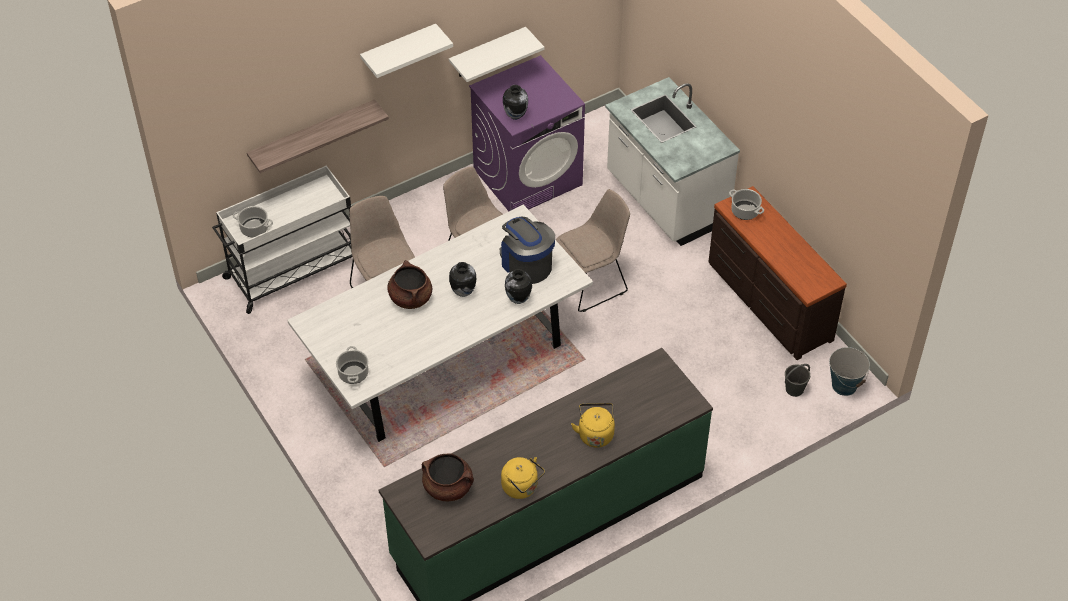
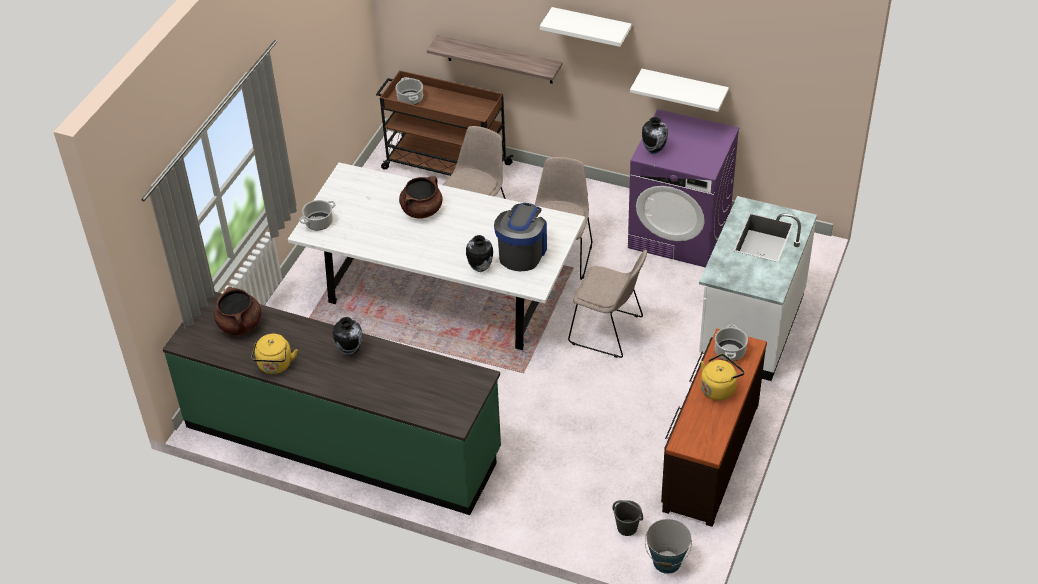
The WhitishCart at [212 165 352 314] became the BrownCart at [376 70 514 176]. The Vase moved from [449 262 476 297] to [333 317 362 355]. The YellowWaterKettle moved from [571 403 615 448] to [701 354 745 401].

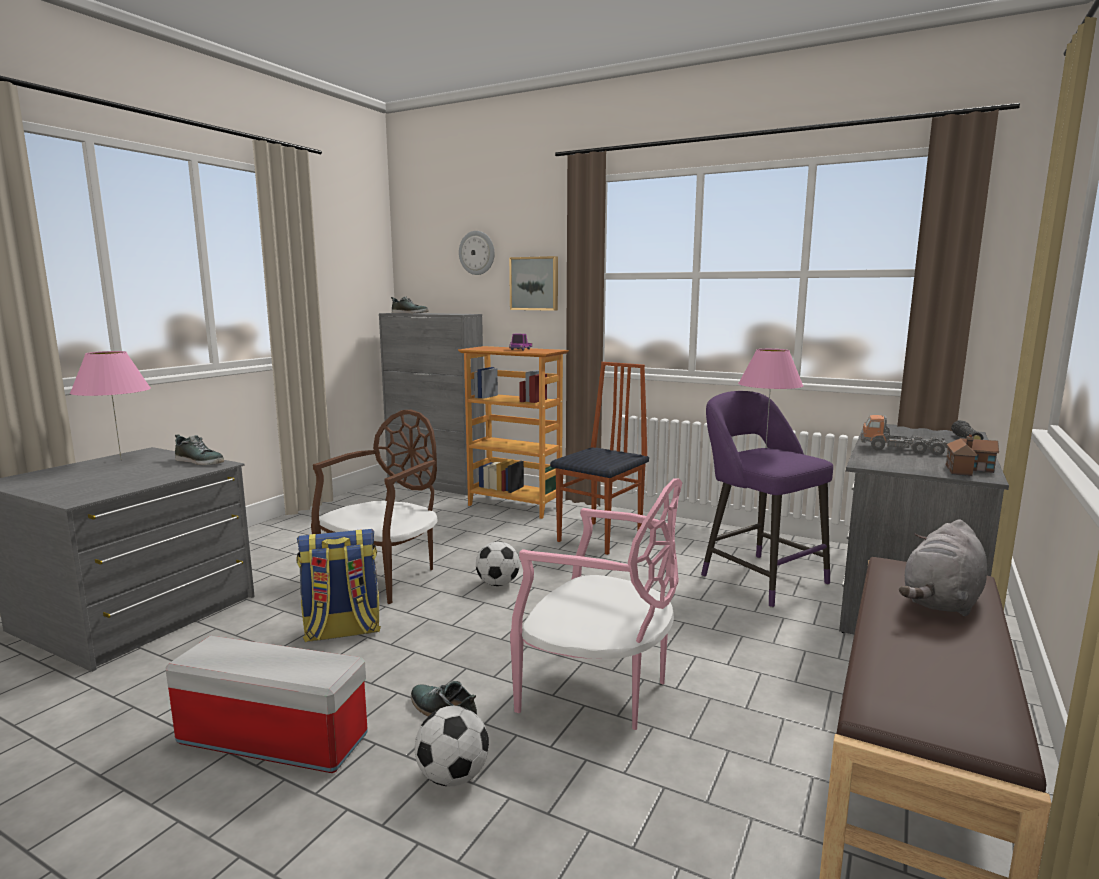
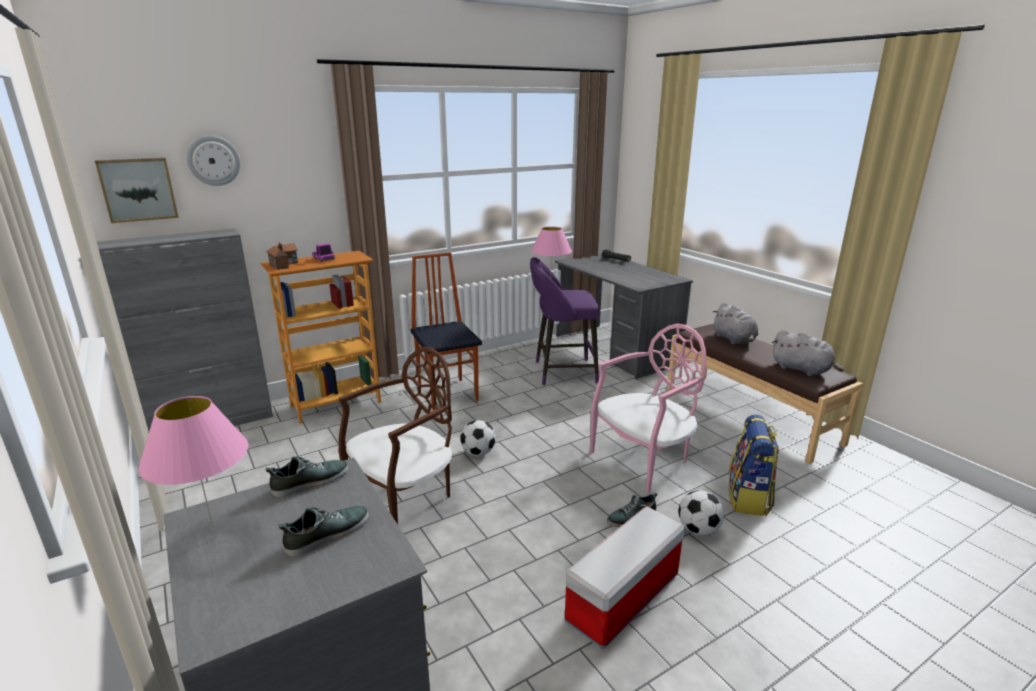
The WallArt moved from [509 256 558 311] to [95 158 179 223]. The Shoe moved from [391 296 428 314] to [278 506 369 557]. The BrownChair at [311 410 438 604] turned 75 degrees clockwise. The ToyTruck at [861 415 948 455] disappeared. The ToyHouse moved from [946 434 999 476] to [266 243 298 270]. The Backpack moved from [296 529 381 642] to [729 415 779 516]. The GreyPlushToy at [772 330 844 376] appeared.

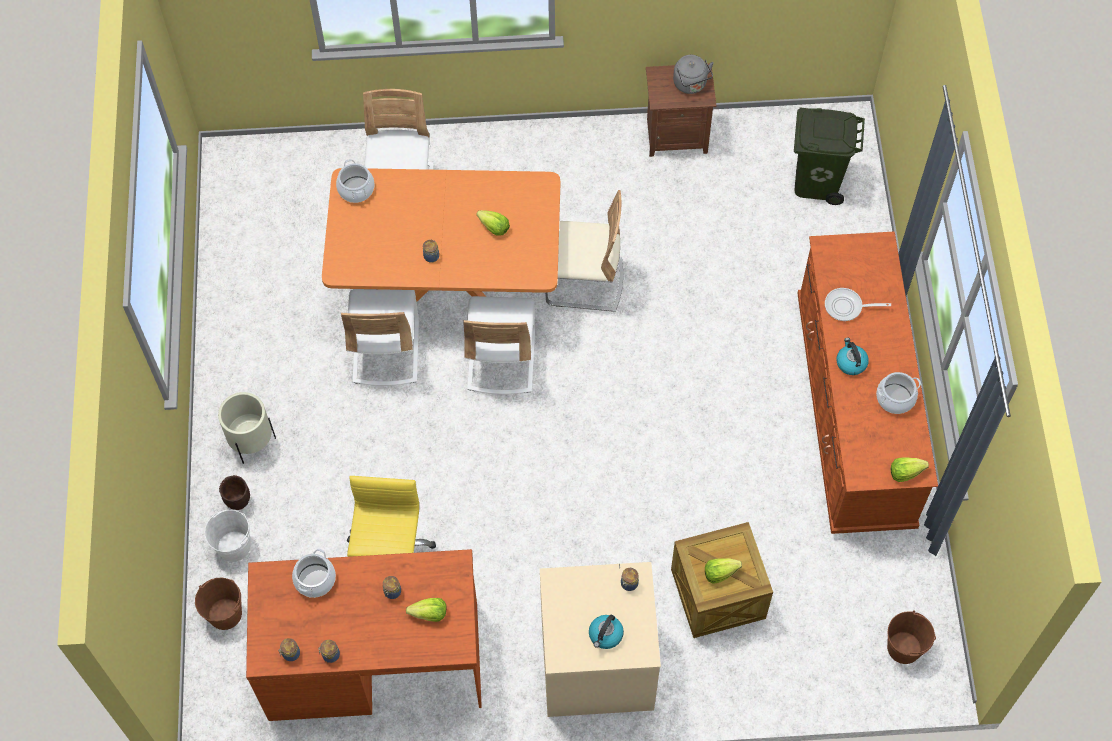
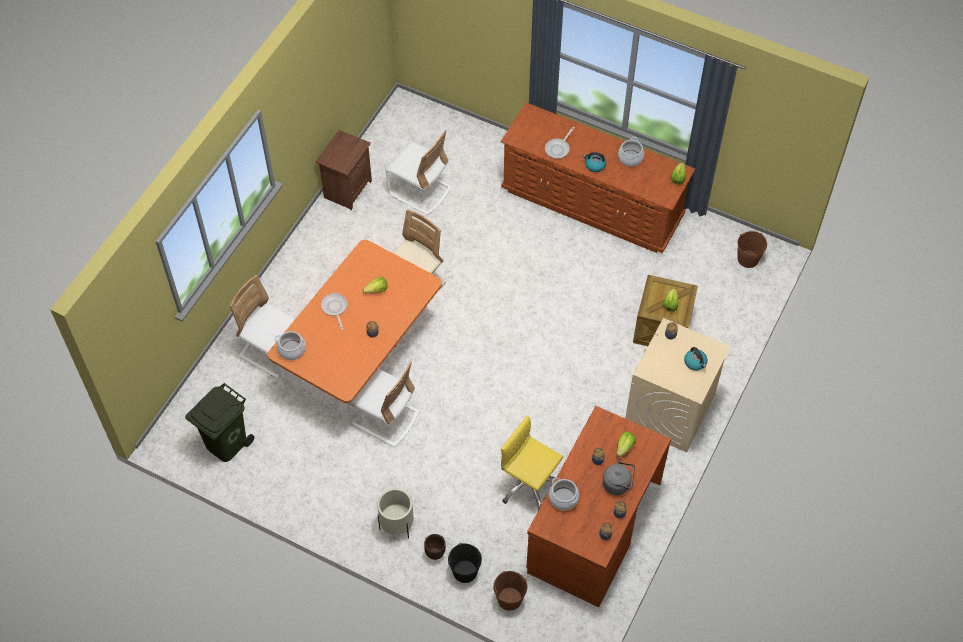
The GreyWaterKettle moved from [673 55 714 94] to [603 459 635 495]. The GreenRubbishBin moved from [794 108 865 205] to [185 383 254 462]. The WhitishChair moved from [463 296 535 394] to [385 130 451 215]. The WhitishWaterBucket at [204 510 251 562] became the BlackColouredWaterBucket at [448 543 482 583]. The FryingPan at [321 293 347 330] appeared.

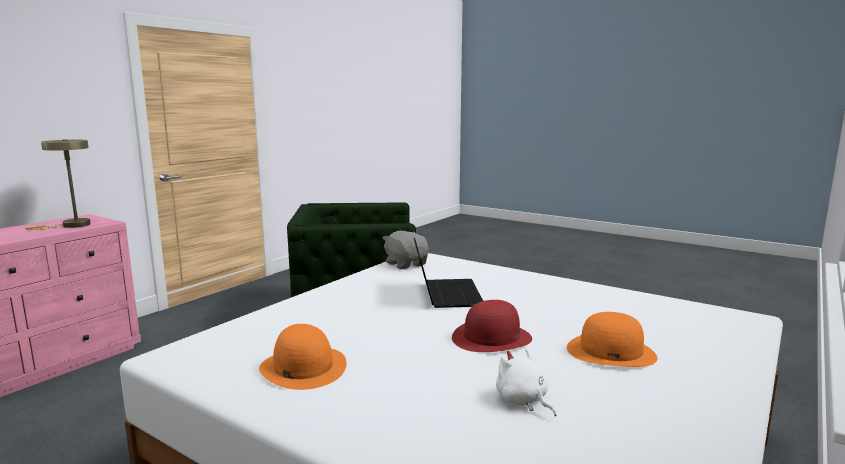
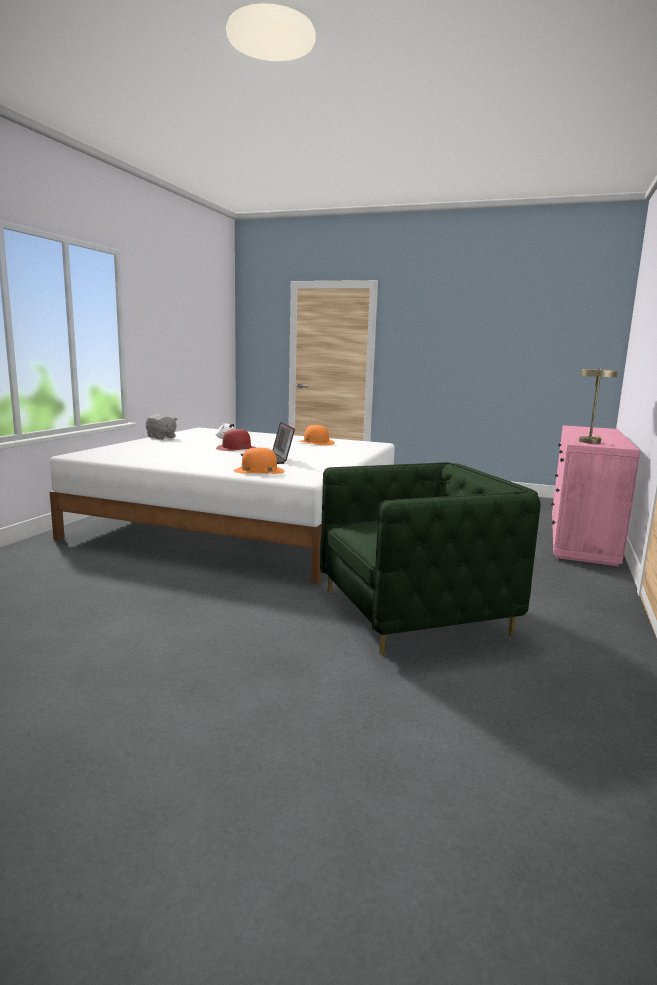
The GreyPlushToy moved from [383 231 429 269] to [146 414 177 439]. The OrangeHat moved from [567 312 657 367] to [234 448 285 474].

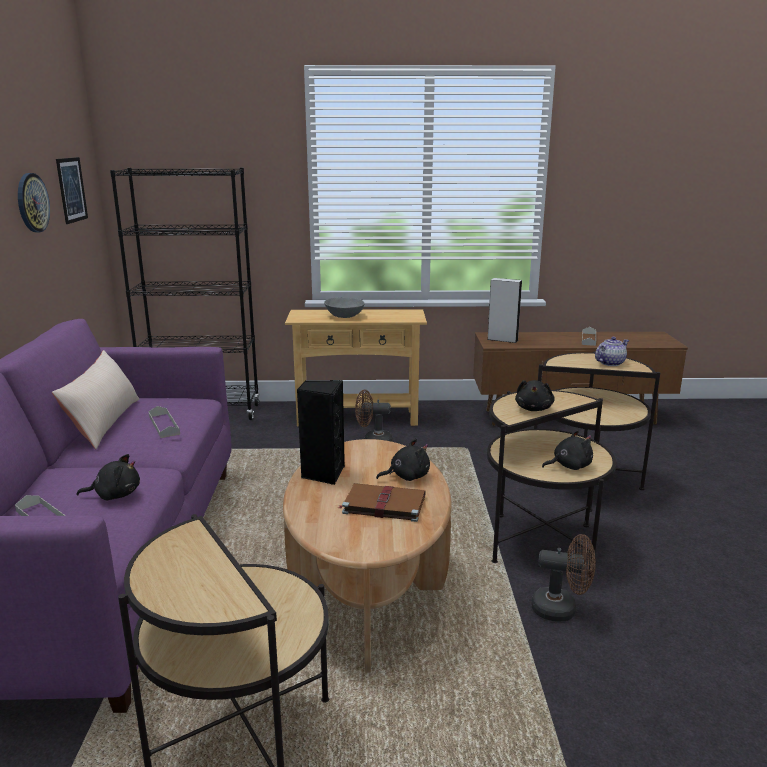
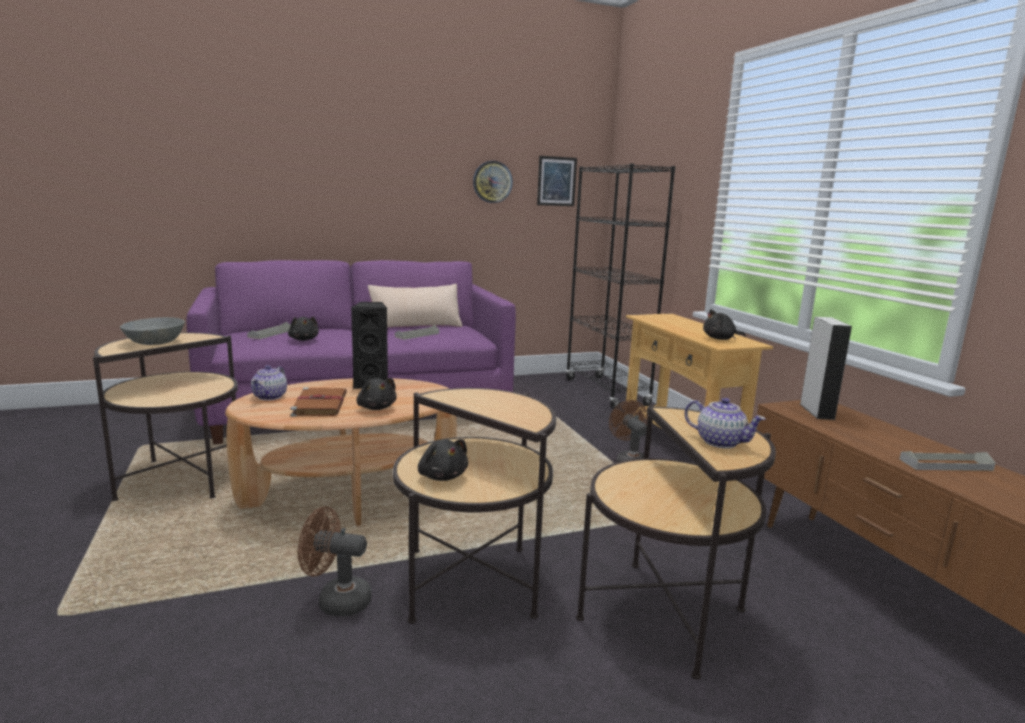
The GreyServingBowl moved from [324 297 365 318] to [120 317 185 345]. The BlackColouredPlushToy moved from [515 380 555 411] to [703 309 746 340]. The BrownFan at [532 534 596 622] turned 105 degrees clockwise. The TeaPot at [251 365 287 400] appeared.

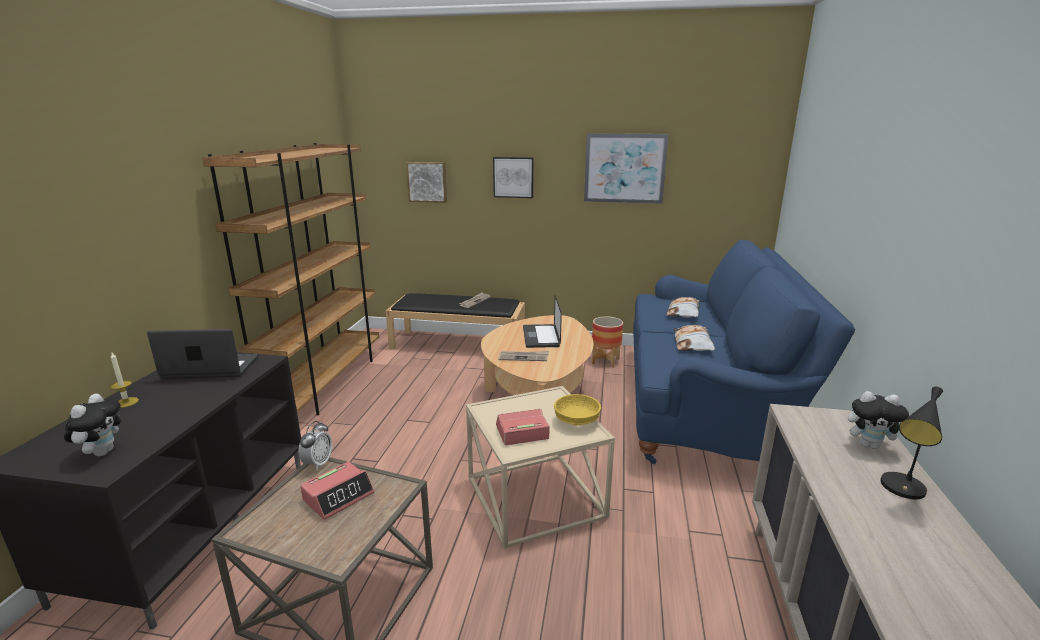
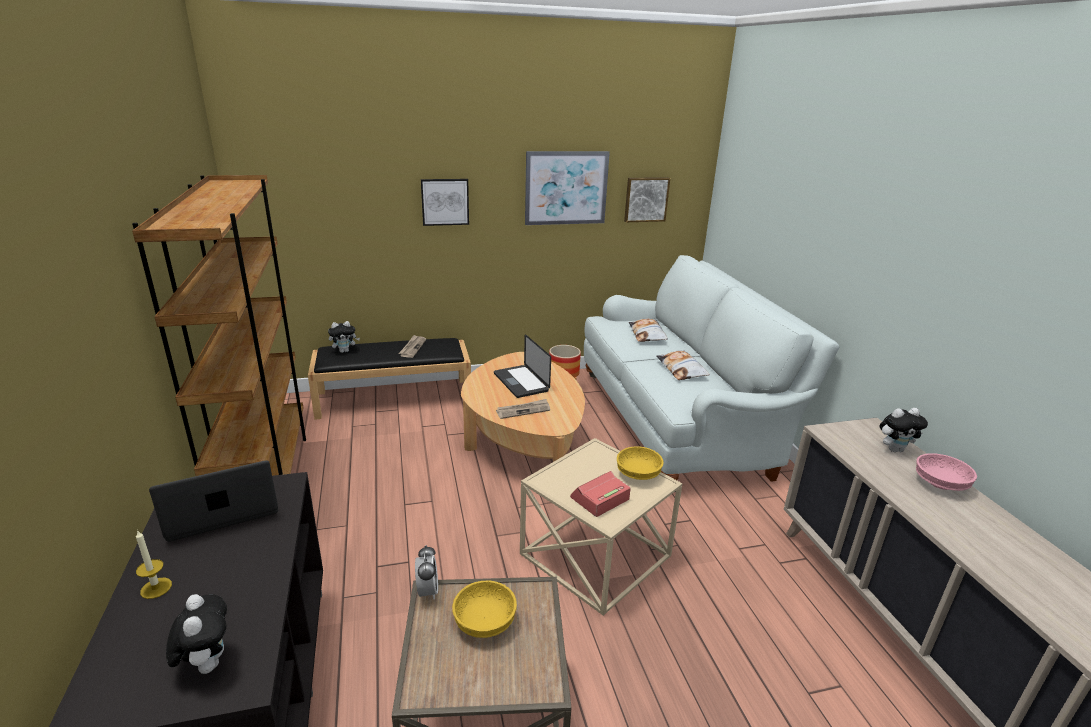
The WallArt moved from [406 161 447 203] to [624 177 670 222]. The BluishSettee at [633 240 855 464] became the WhitishSettee at [584 255 839 492]. The BlackColouredLampForATable at [880 387 943 500] was replaced by the PinkishServingBowl at [916 453 977 491]. The BedsideClock at [300 462 374 520] was replaced by the YellowServingBowl at [452 580 517 638]. The PlushToy at [328 321 360 353] appeared.

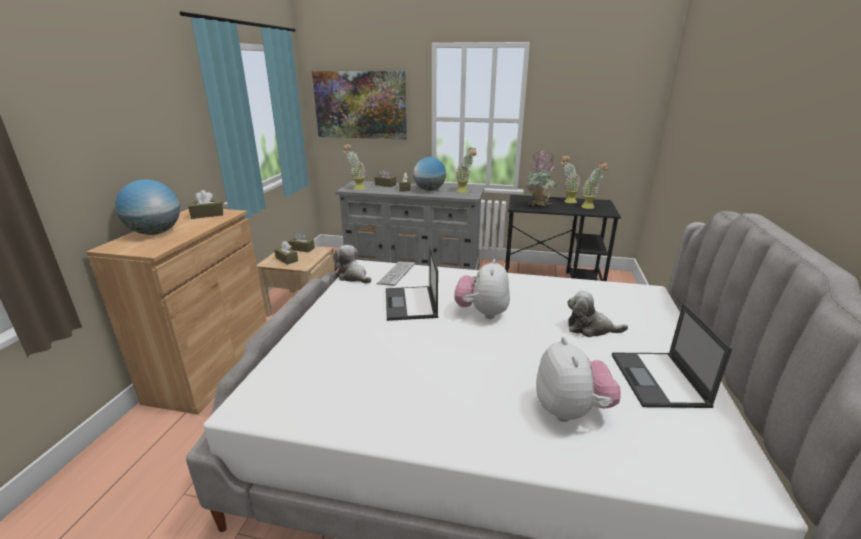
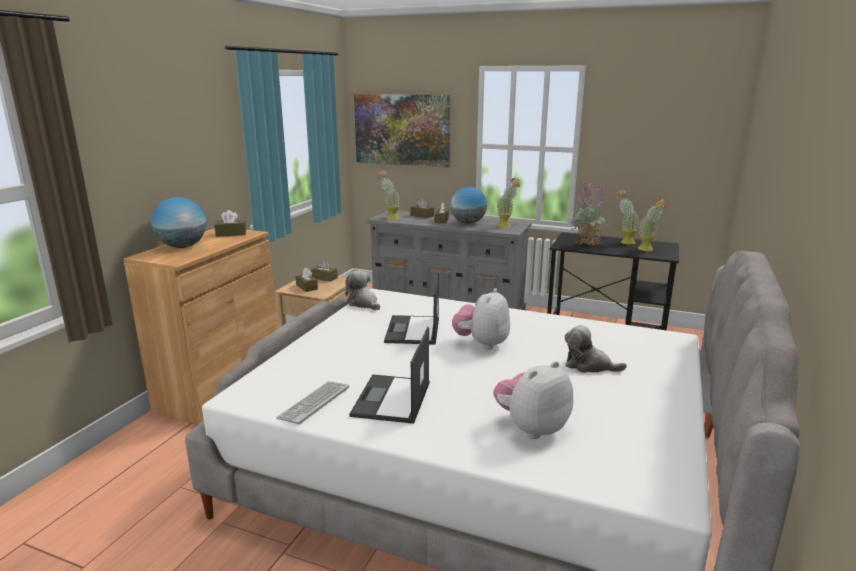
The PcKeyboard moved from [376 262 415 286] to [276 381 349 425]. The PortableComputer moved from [612 303 732 408] to [349 327 430 424]. The PlushToy at [536 337 621 422] turned 135 degrees counterclockwise.

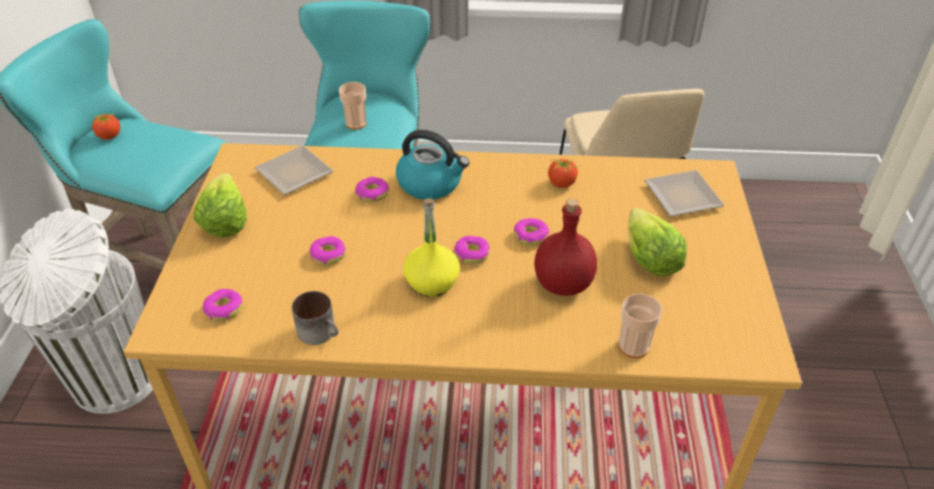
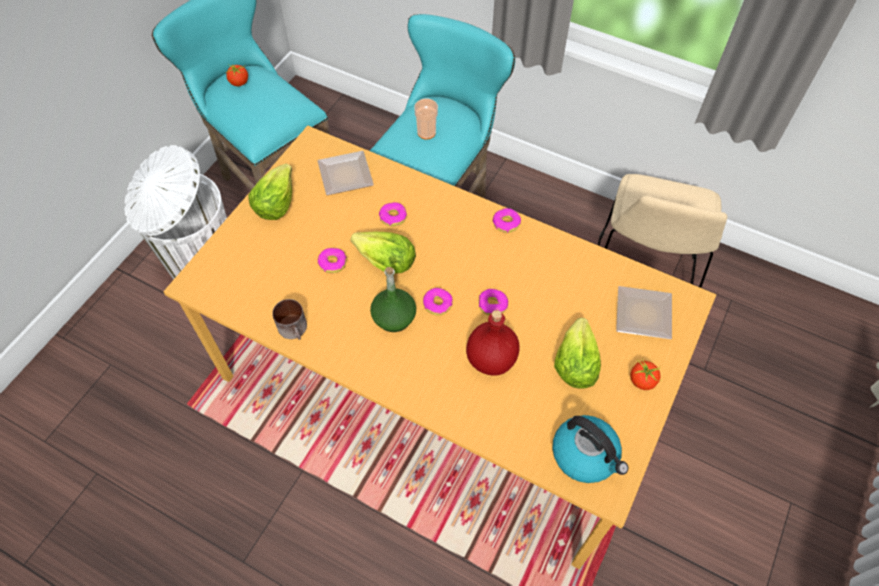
The WaterKettle moved from [396 130 469 200] to [552 415 628 483]. The Tomato moved from [548 158 580 188] to [630 358 661 390]. The YellowBottle at [403 198 460 297] became the GreenBottle at [370 267 416 332]. The RingDoughnut moved from [203 289 243 321] to [492 208 521 233]. The Cup at [619 294 662 358] disappeared. The HeadOfLettuce at [350 232 416 273] appeared.

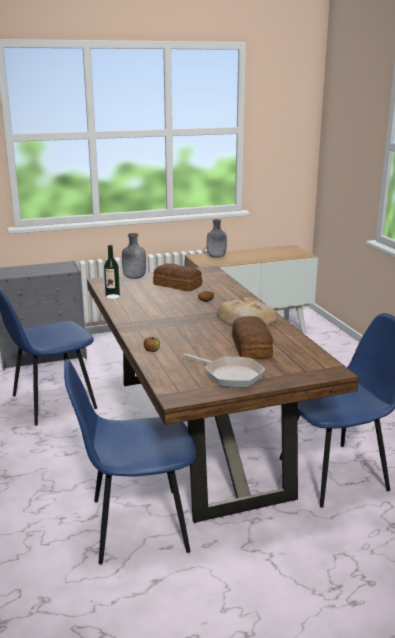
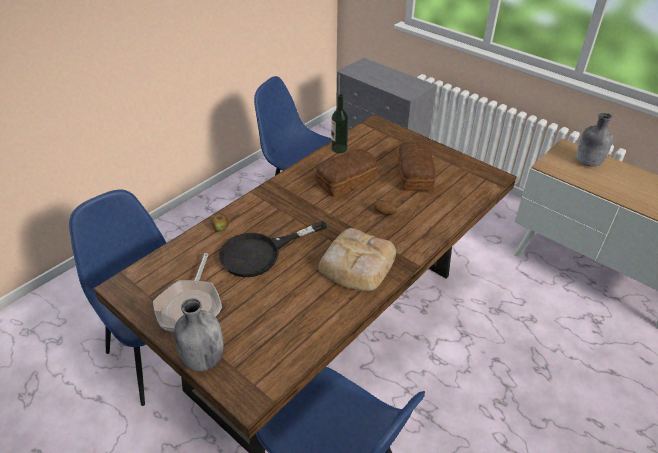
The GreyBottle moved from [122 233 146 279] to [174 298 224 372]. The BakedBread moved from [232 316 273 359] to [315 149 378 197]. The BlackColouredFryingPan at [219 221 327 277] appeared.

